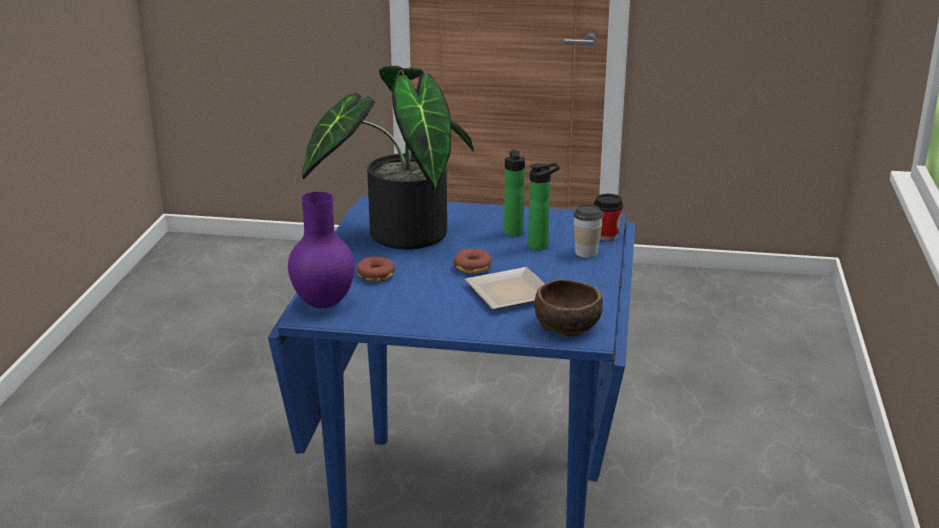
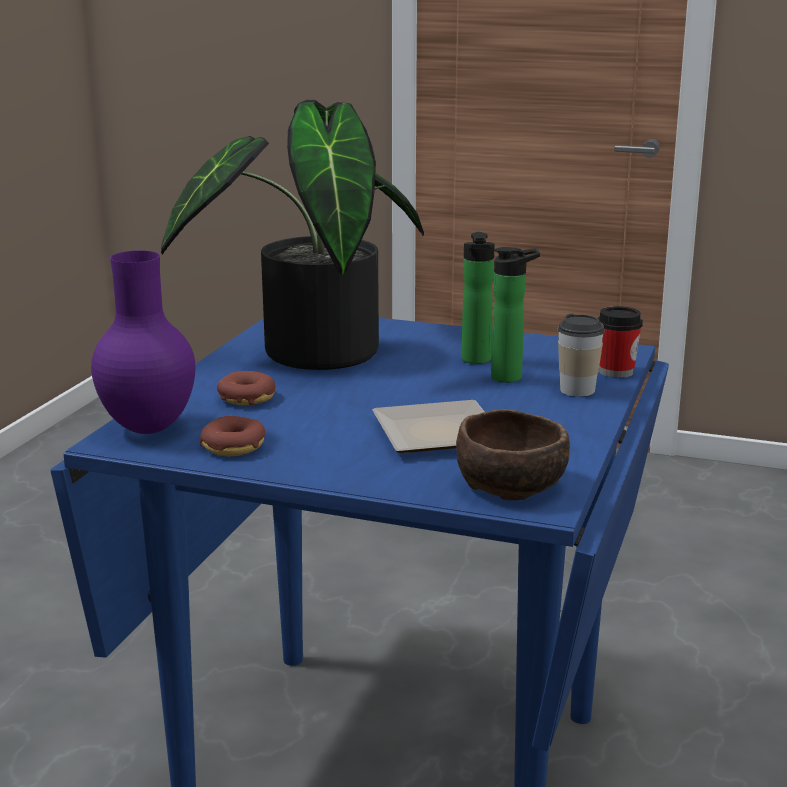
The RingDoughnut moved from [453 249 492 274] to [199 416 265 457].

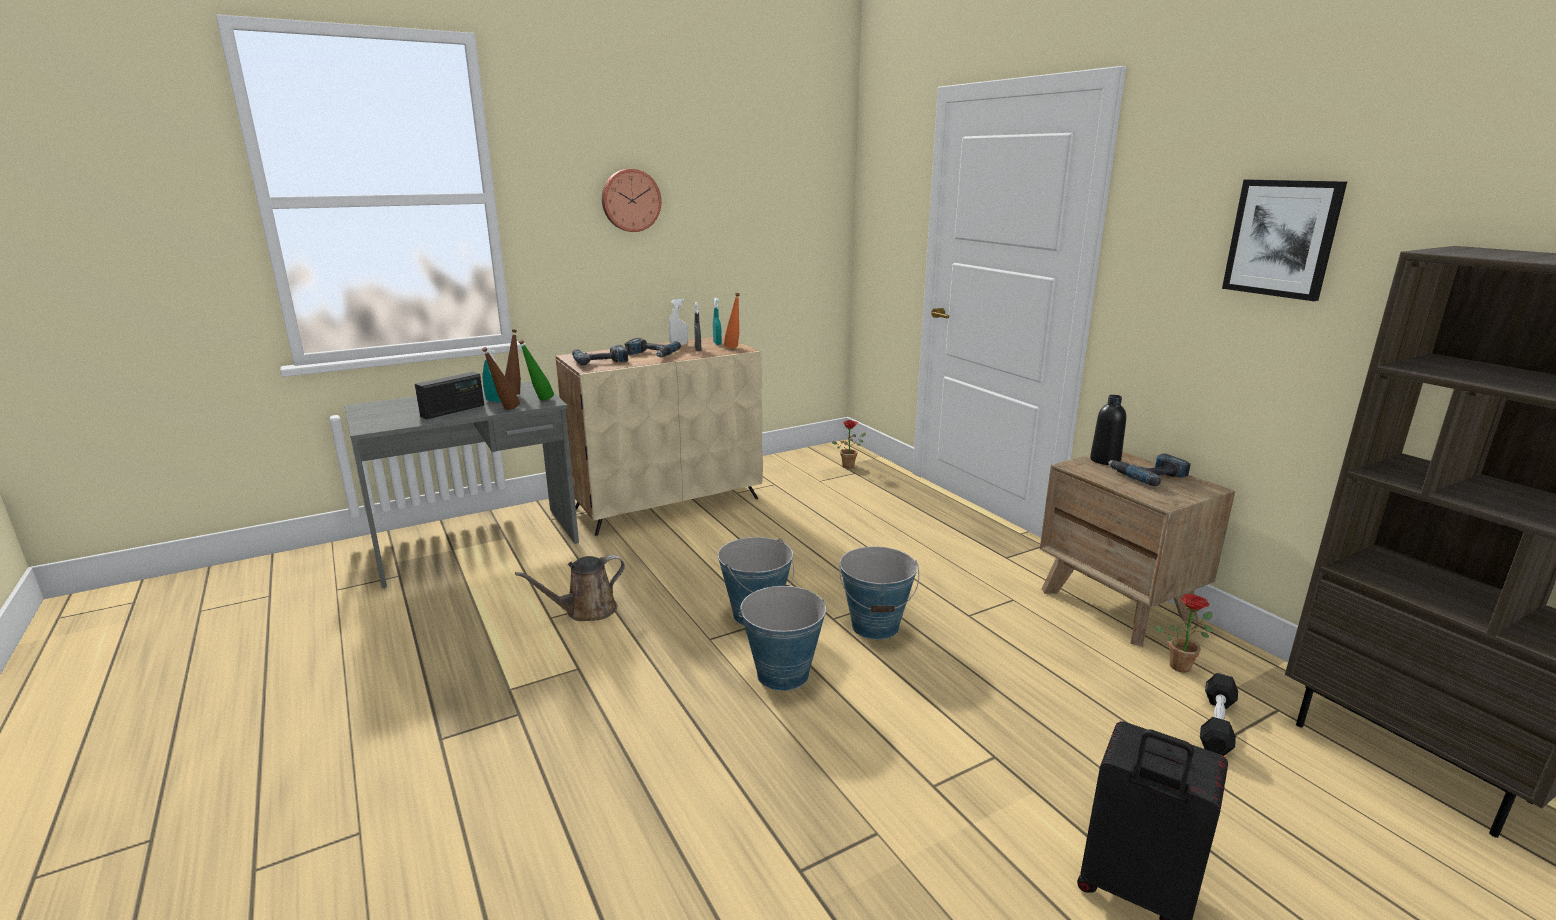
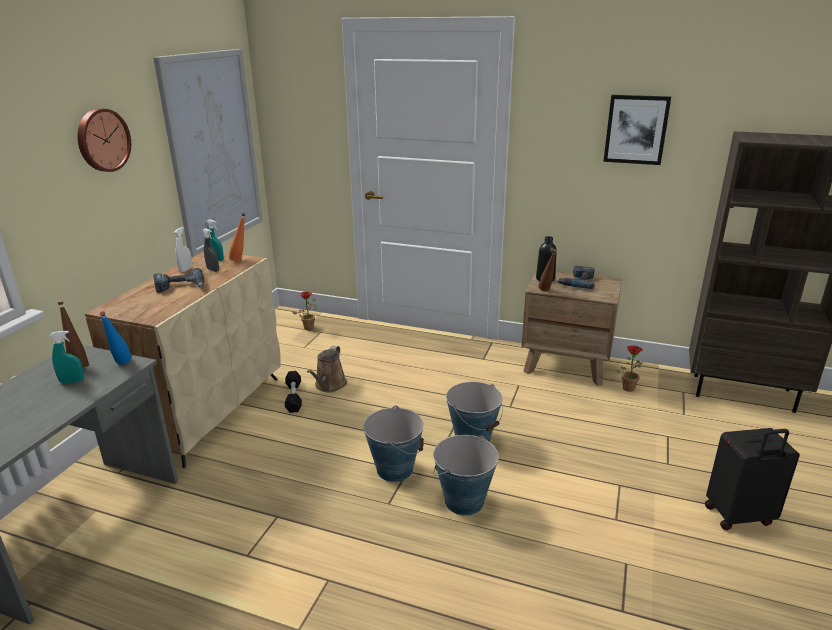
The GreenBottle at [519 340 554 401] became the BluishBottle at [100 311 132 364]. The Drill at [572 345 628 365] disappeared. The BrownBottle moved from [482 347 520 410] to [538 249 557 291]. The RadioReceiver at [415 372 484 419] disappeared. The BrownWateringCan moved from [515 555 625 621] to [307 346 347 392]. The BlackColouredFreeWeight moved from [1200 673 1238 756] to [285 371 302 413]. The WallArt at [153 49 263 257] appeared.

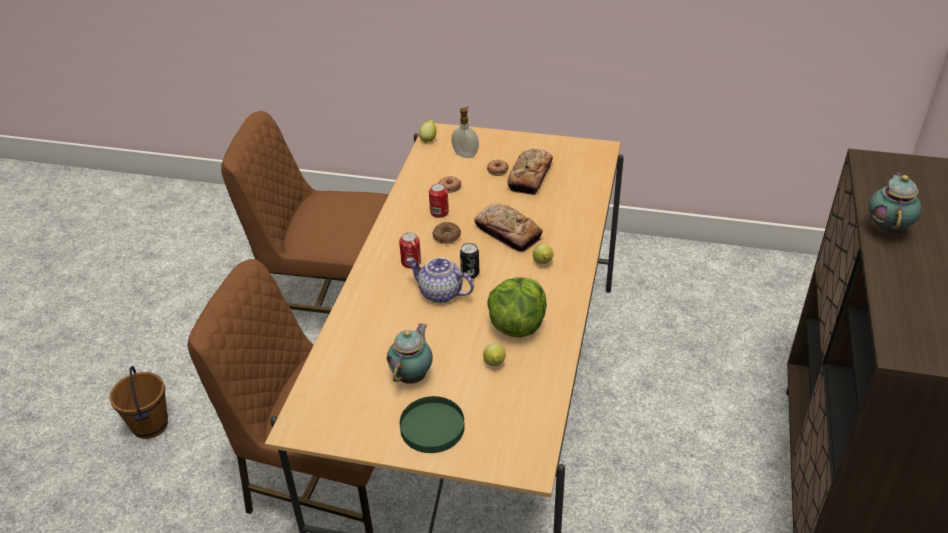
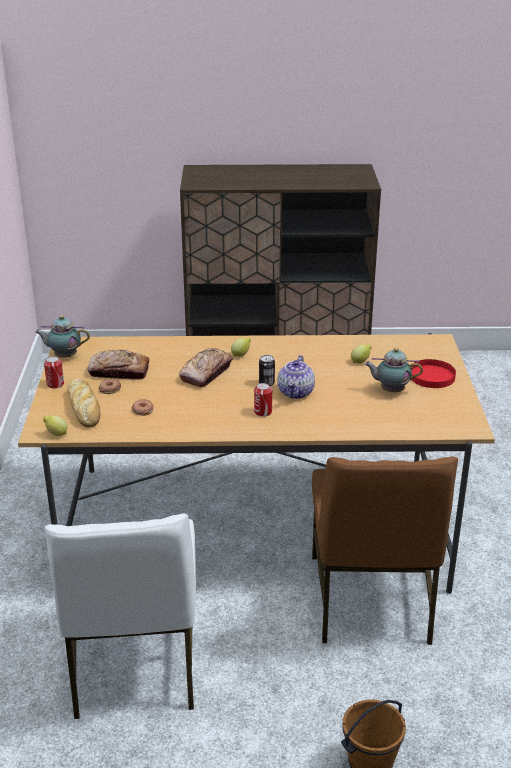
The SoapDispenser at [451 107 479 158] was replaced by the BakedBread at [68 379 101 428]. The BrownChair at [221 111 389 314] became the WhitishChair at [45 513 196 719]. The TeaPot moved from [868 172 921 236] to [35 315 90 358]. The SealedCan moved from [429 183 449 218] to [44 356 64 388]. The RingDoughnut at [432 222 461 244] disappeared. The HeadOfLettuce at [488 277 547 338] disappeared. The GreenFlatDish at [400 396 465 453] became the RedColouredFlatDish at [412 359 456 388].

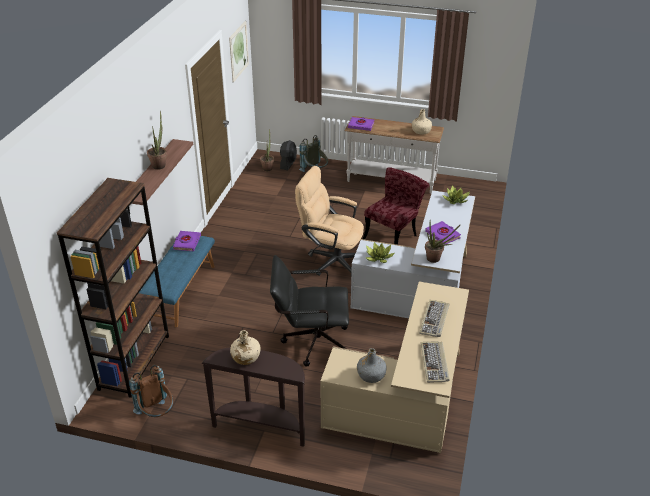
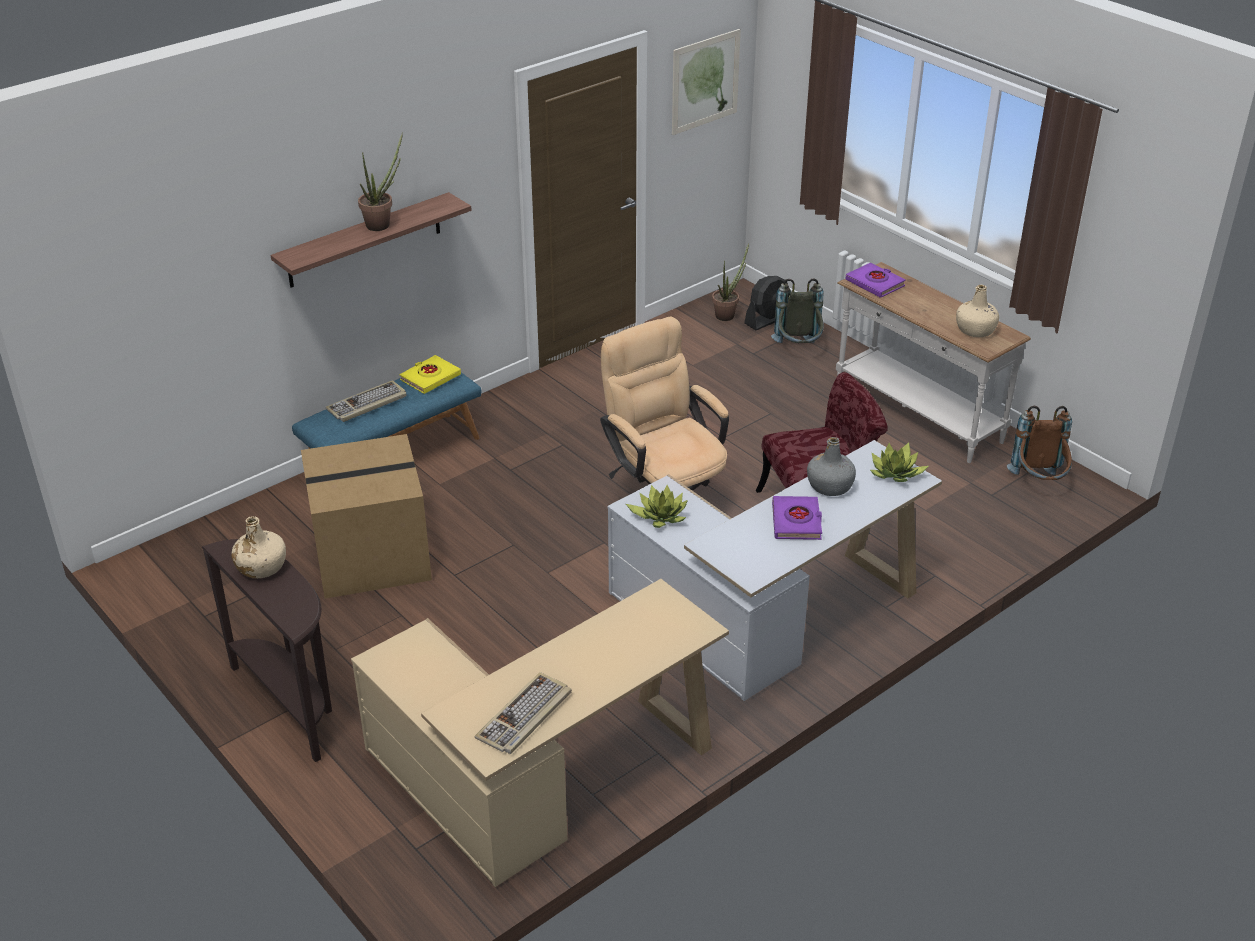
The BrownBookcase at [57 178 169 398] disappeared. The Houseplant at [425 222 461 263] disappeared. The PurpleVolume at [173 231 201 251] became the YellowVolume at [400 355 461 394]. The BlackColouredOfficeChair at [270 255 349 367] disappeared. The PcKeyboard moved from [419 300 449 337] to [325 380 407 422]. The GreyBottle moved from [357 348 387 383] to [807 437 856 496]. The BrownBackpack moved from [129 365 173 417] to [1007 406 1072 480]. The Carton at [301 434 432 599] appeared.

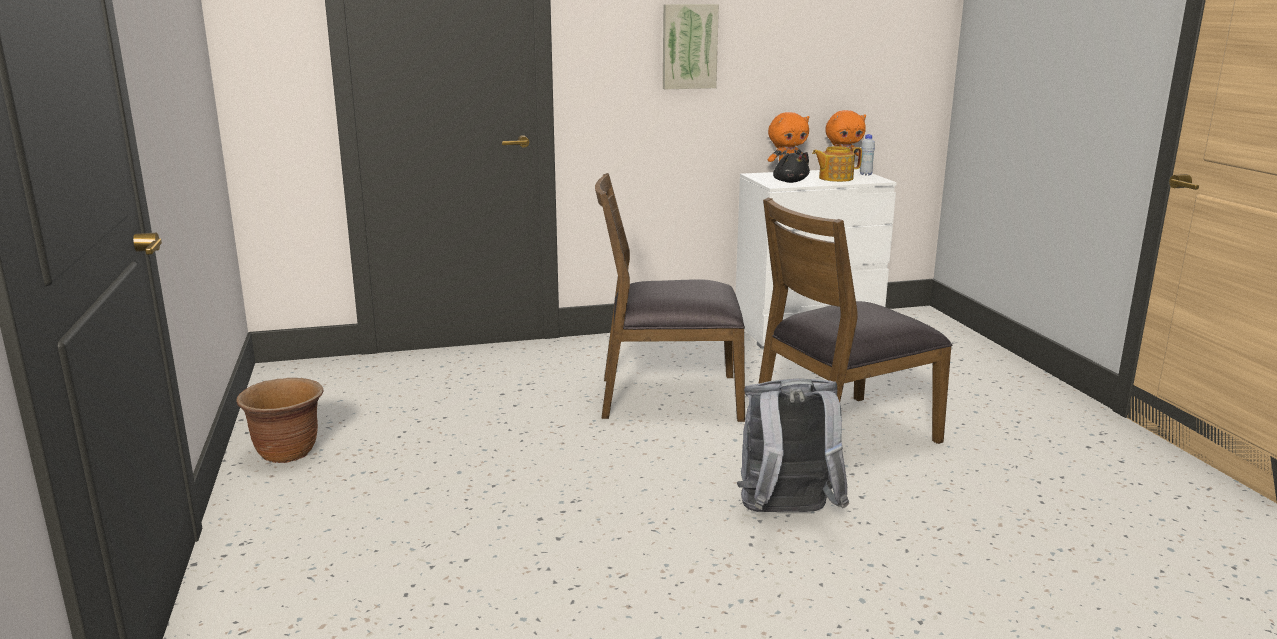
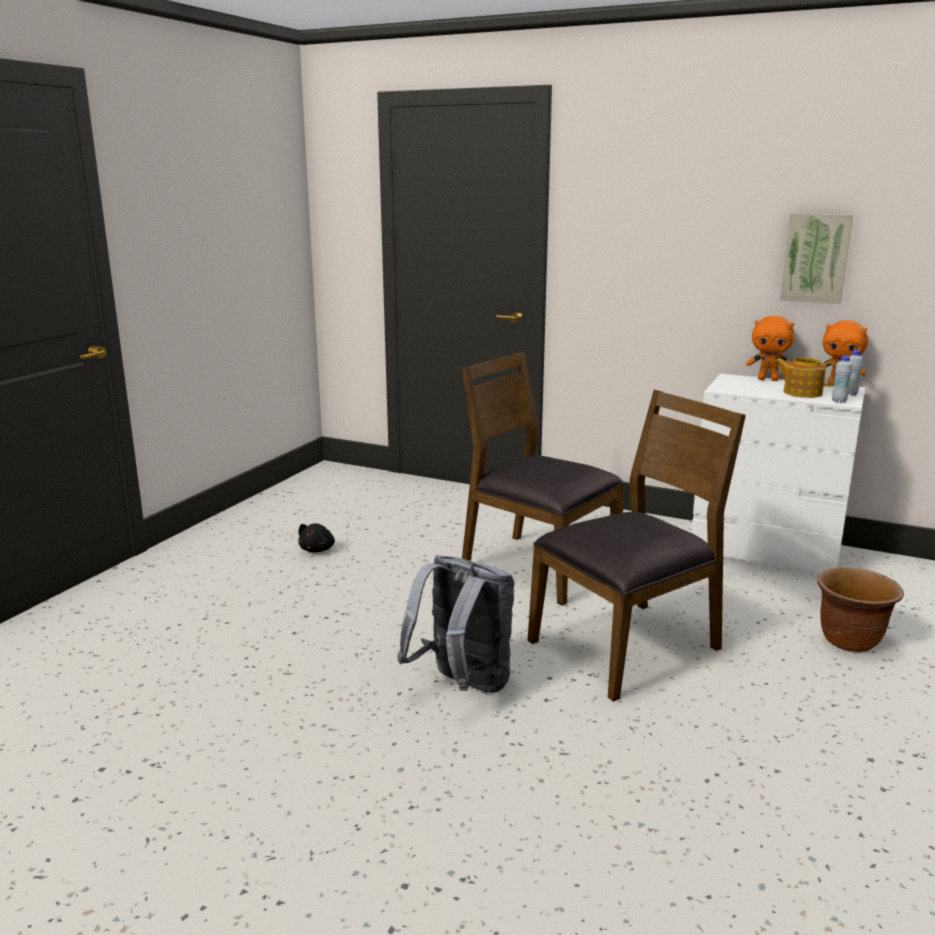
The WallArt moved from [663 4 719 89] to [780 213 853 304]. The BlackColouredPlushToy moved from [773 152 810 183] to [298 523 335 552]. The BrownChair at [758 197 952 444] turned 135 degrees clockwise. The BrownFlowerPot moved from [236 378 324 463] to [817 567 904 652]. The WhitishBottle at [832 355 852 403] appeared.

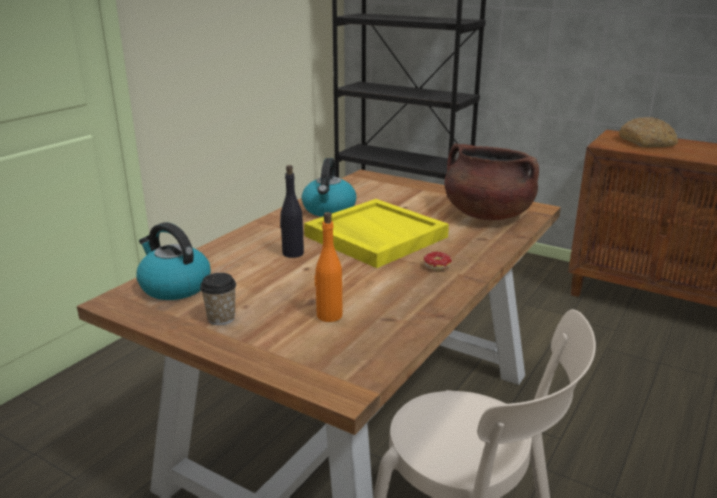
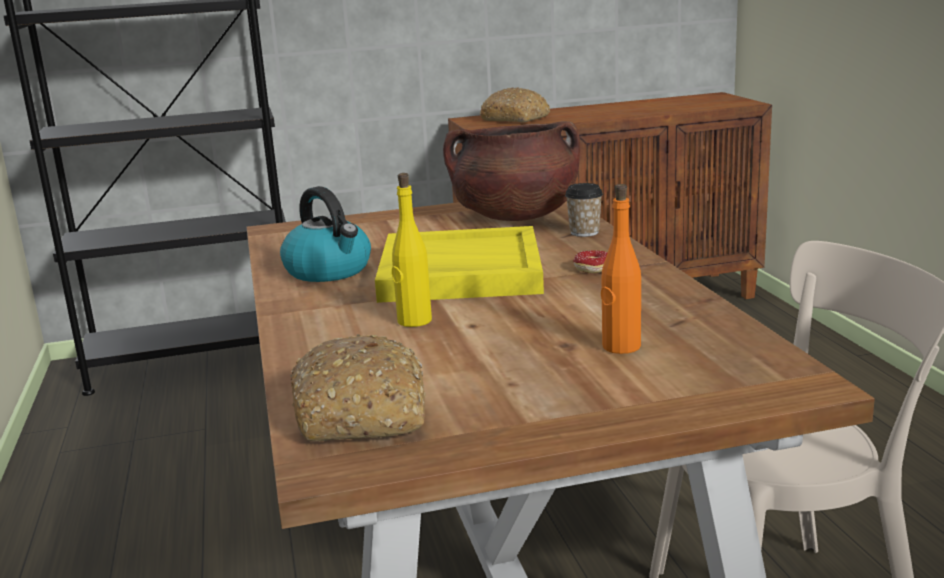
The BlackColouredBottle at [280 165 304 258] became the YellowBottle at [392 173 432 327]. The WaterKettle at [136 222 211 300] was replaced by the BakedBread at [290 334 426 441]. The Cup moved from [200 273 236 325] to [565 183 603 237].

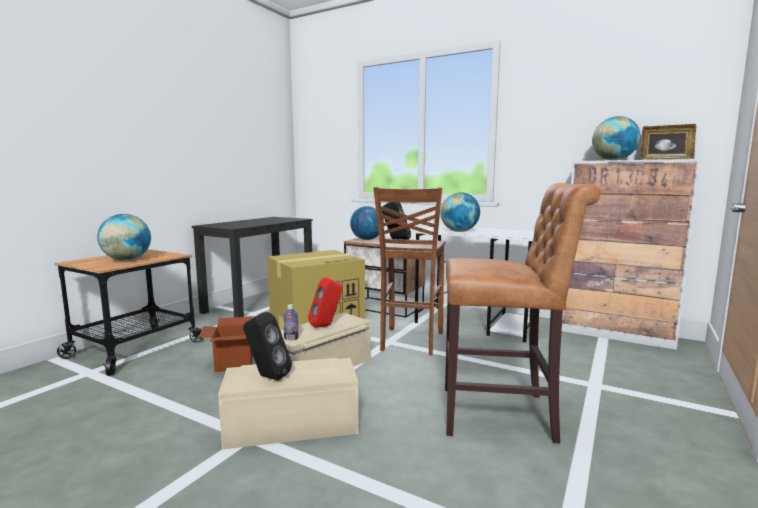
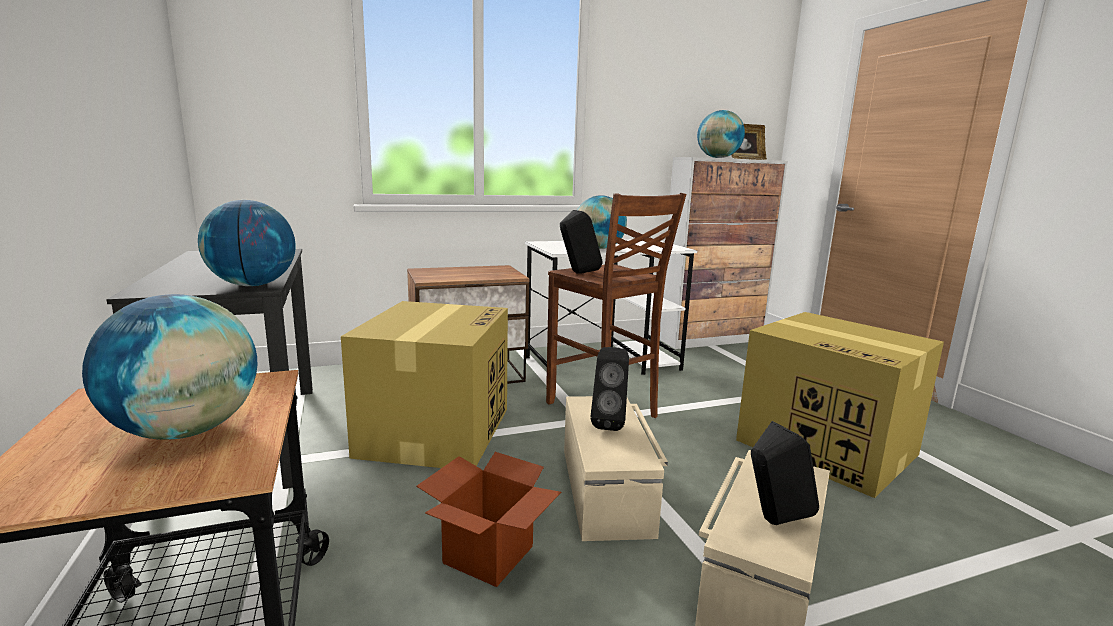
The BrownSittingStool at [445 183 600 443] was replaced by the Carton at [736 312 944 498]. The Globe moved from [350 206 384 240] to [198 200 296 286]. The RedColouredSpeaker at [308 277 342 328] became the BlackColouredSpeaker at [591 347 629 431]. The Bottle at [283 304 299 340] disappeared.

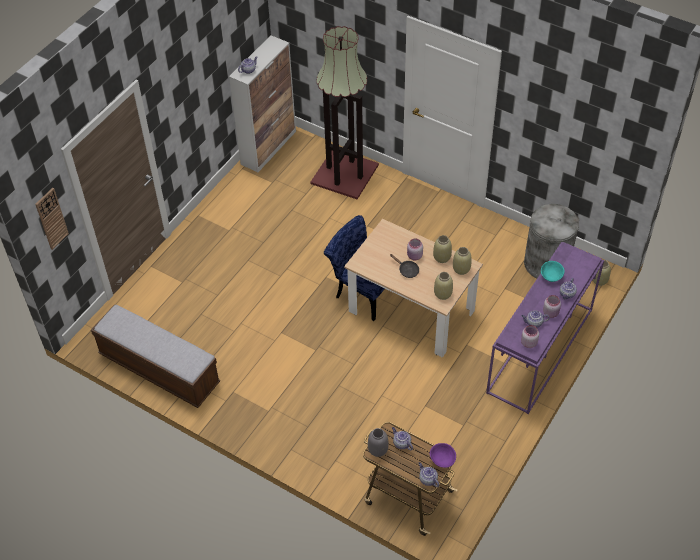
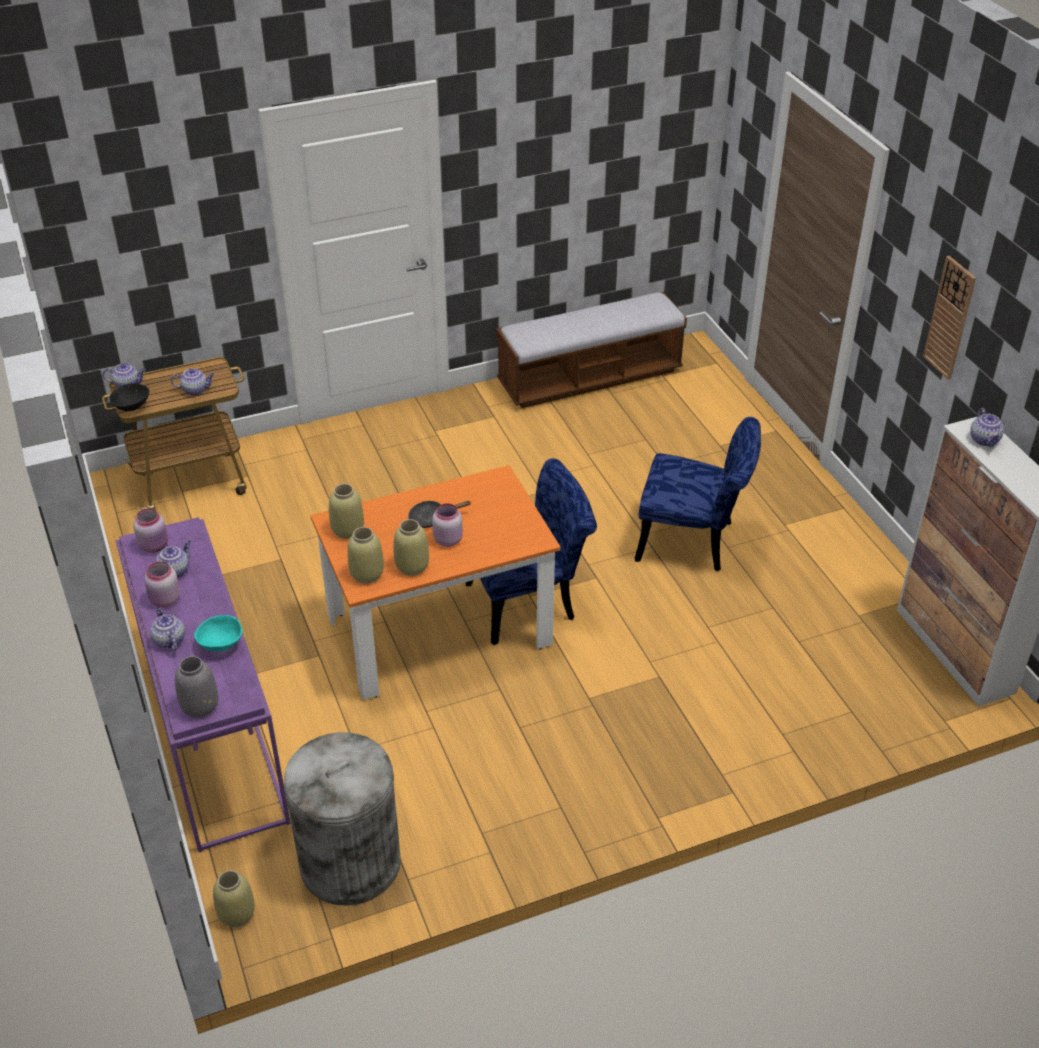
The StandingLamp at [310 26 379 199] disappeared. The ClockOnTheWall moved from [35 188 69 250] to [923 256 976 380]. The BeigeKitchenTable at [344 219 483 358] became the OrangeKitchenTable at [310 465 561 700]. The GreyVase moved from [368 428 389 457] to [175 656 218 718]. The PurpleServingBowl at [430 443 456 468] became the BlackColouredServingBowl at [109 383 149 411]. The BluishChair at [635 417 761 571] appeared.

